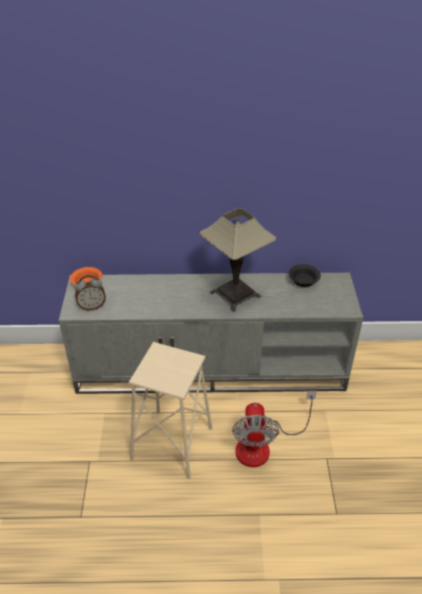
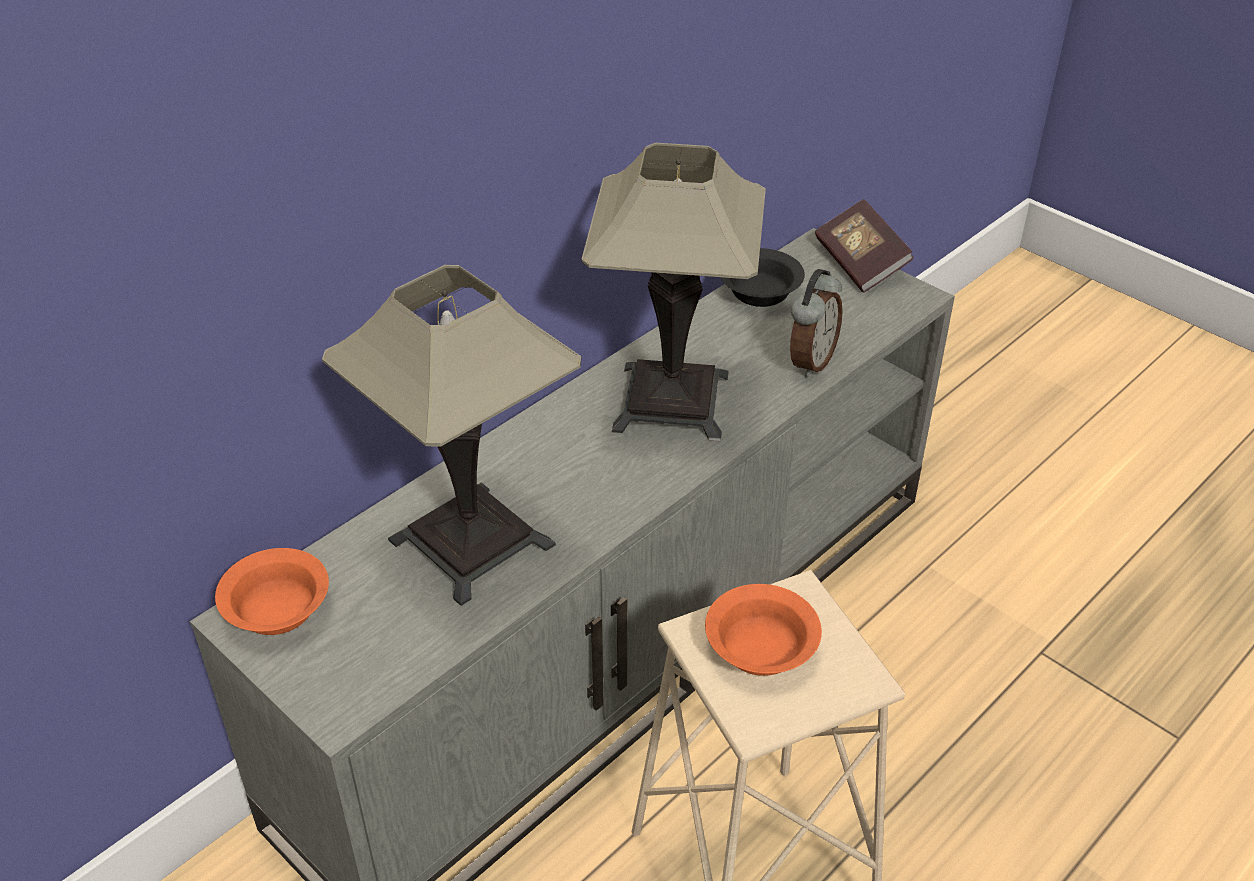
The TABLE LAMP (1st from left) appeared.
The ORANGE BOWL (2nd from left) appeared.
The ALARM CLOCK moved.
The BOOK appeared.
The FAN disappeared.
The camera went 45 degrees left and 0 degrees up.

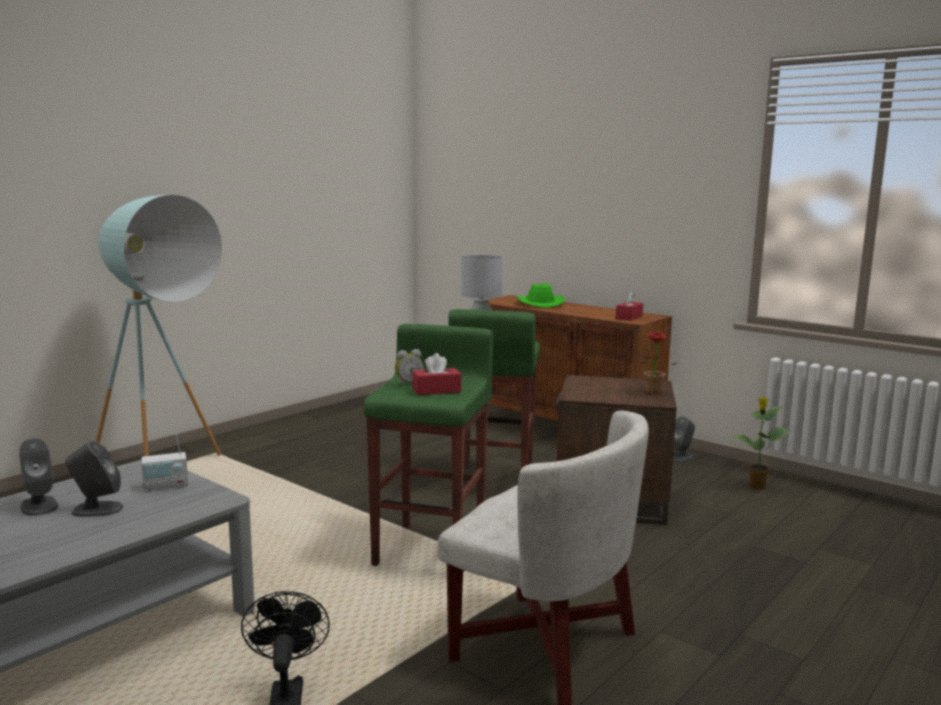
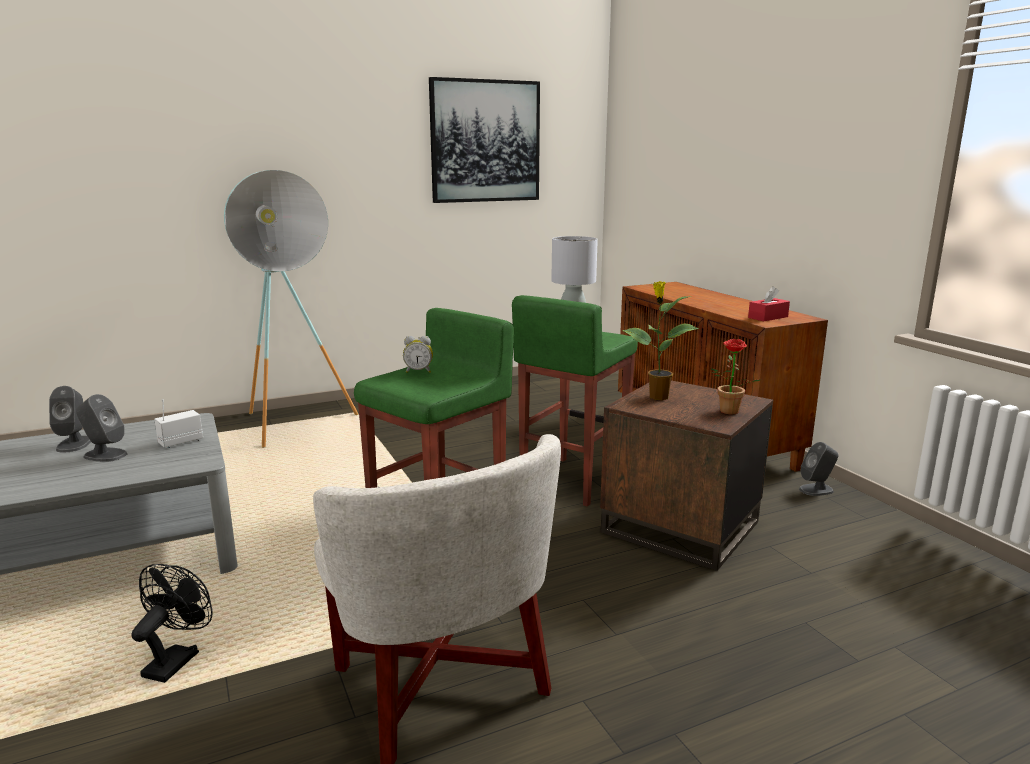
The RADIO turned 135 degrees clockwise.
The PICTURE appeared.
The POTTED PLANT (2nd from left in the first image) moved.
The RED TISSUE BOX (1st from left) disappeared.
The GREEN HAT disappeared.
The camera went 25 degrees right and 5 degrees up.

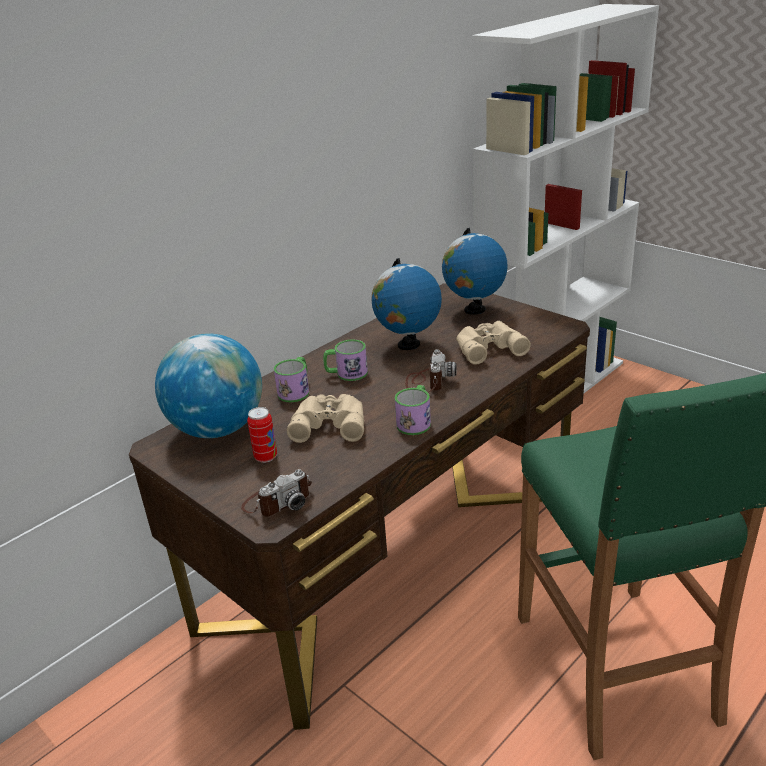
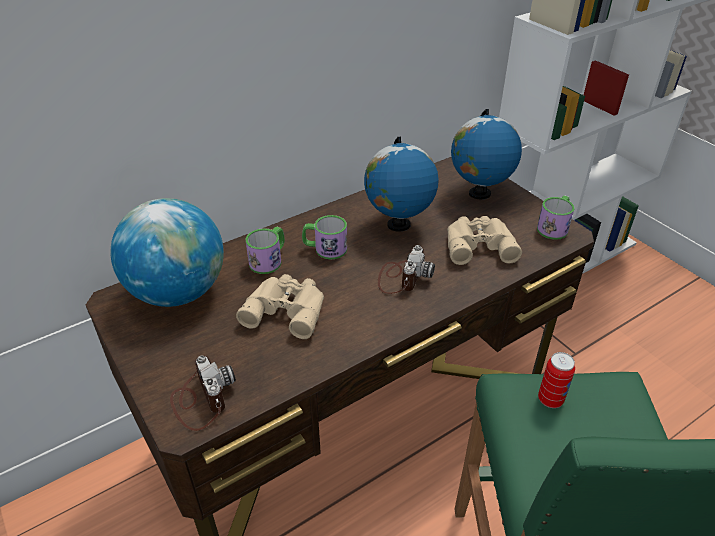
The PHOTO CAMERA (1st from left) turned 90 degrees counterclockwise.
The MUG (3rd from left) moved.
The CAN moved.
The camera went 10 degrees right and 10 degrees up.

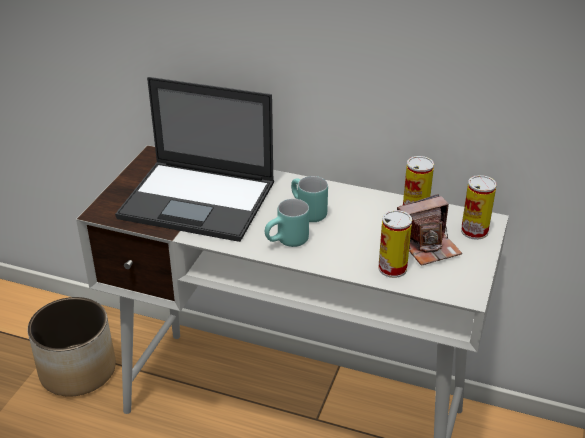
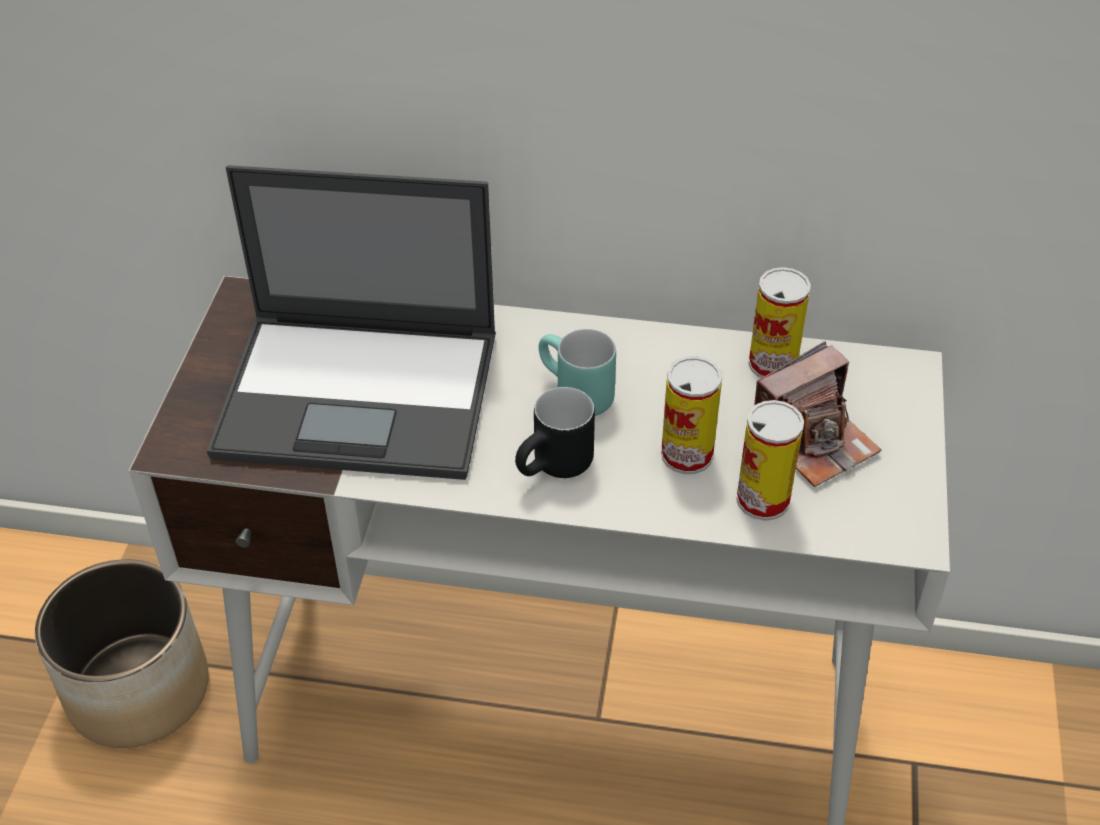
The TURQUOISE MUG (1st from left) became the BLACK MUG.
The CAN (3rd from left in the first image) moved.
The camera went 10 degrees left and 10 degrees up.

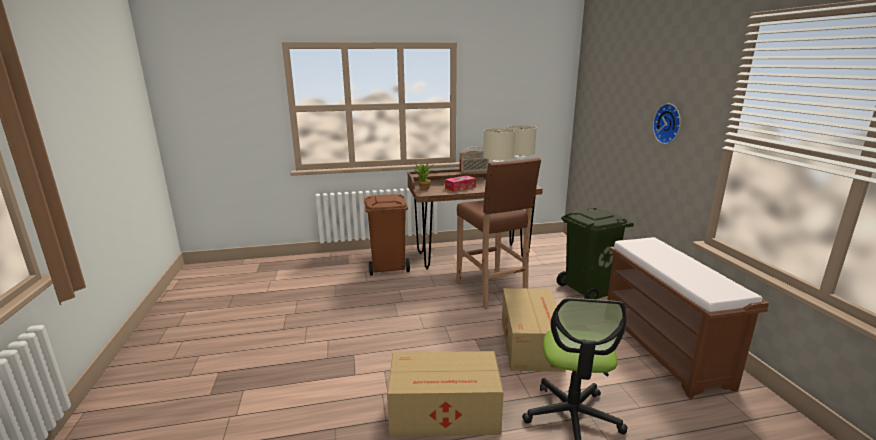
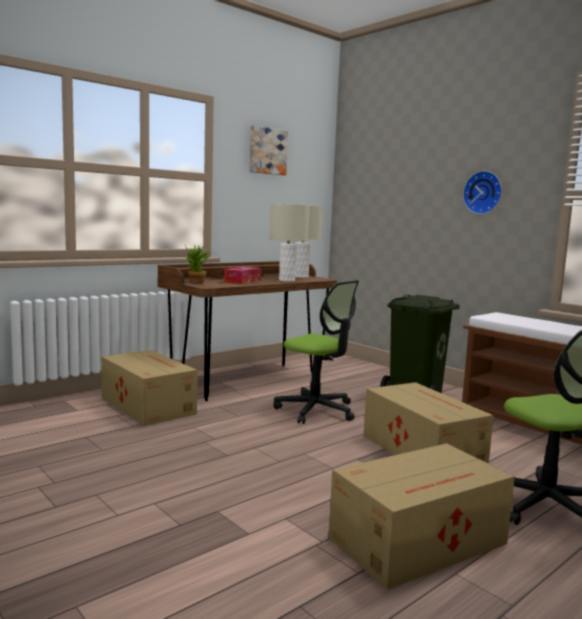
The BROWN TRASH CAN was replaced by the CARDBOARD BOX (1st from left).
The PICTURE appeared.
The BROWN STOOL was replaced by the OFFICE CHAIR (1st from left).
The RADIO disappeared.
The camera went 30 degrees left and 10 degrees down.

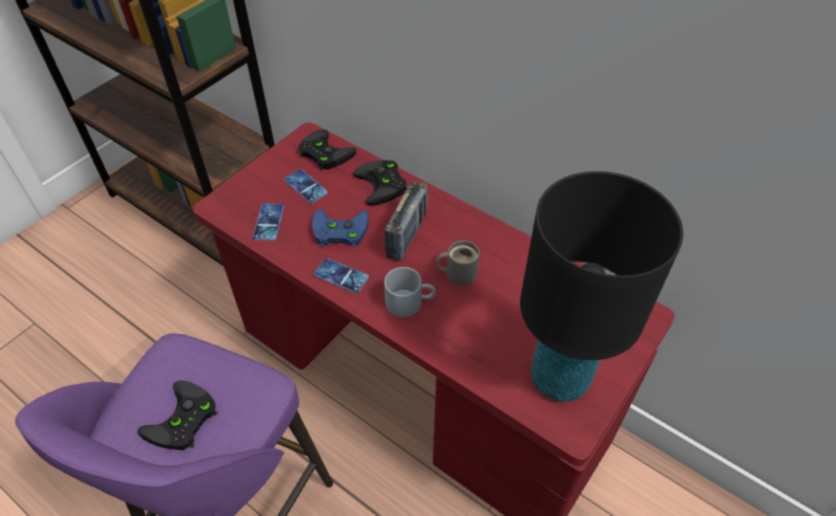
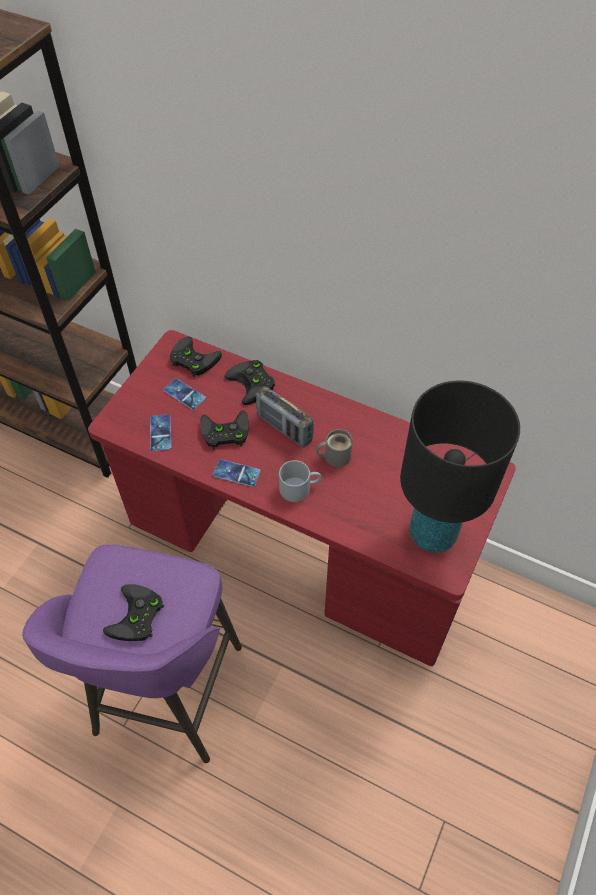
The BLUE GAME CONTROLLER became the BLACK GAME CONTROLLER (3rd from left).
The RADIO turned 120 degrees clockwise.
The camera went 10 degrees left and 5 degrees up.

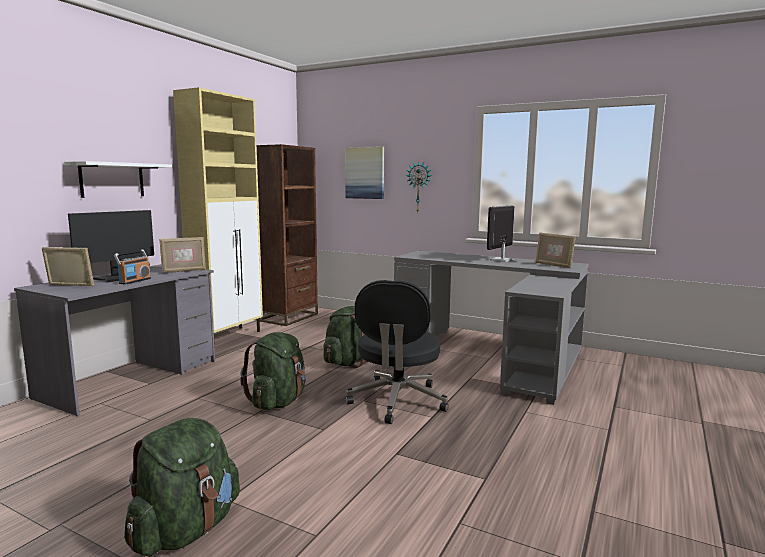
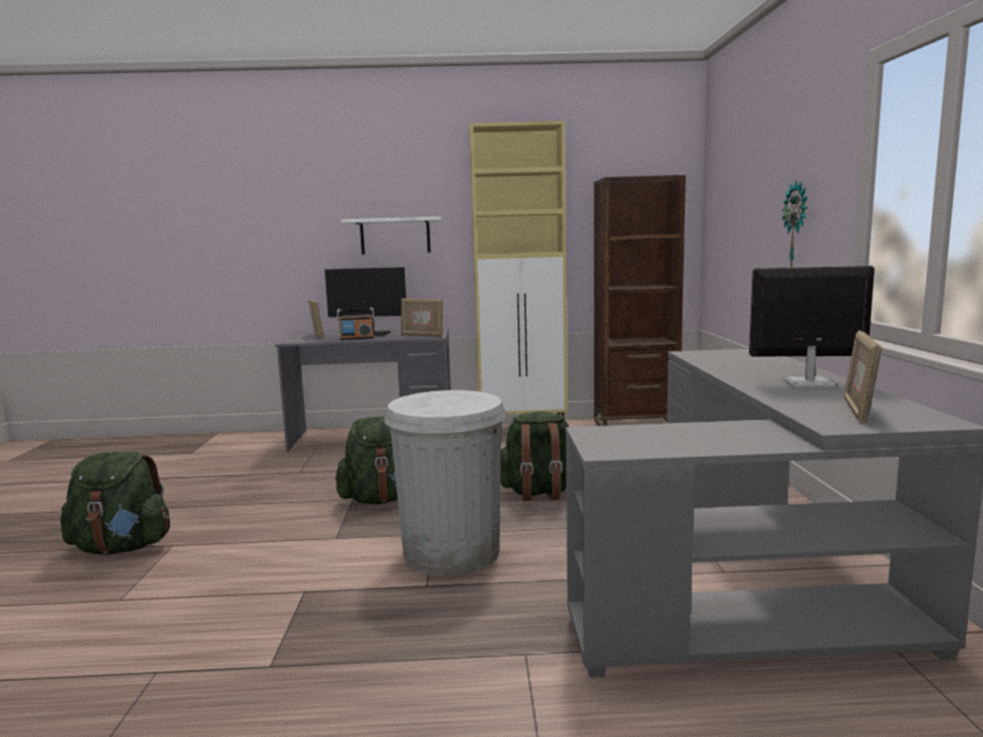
The BLACK OFFICE CHAIR was replaced by the WHITE TRASH CAN.
The PICTURE disappeared.
The camera went 60 degrees right and 0 degrees up.

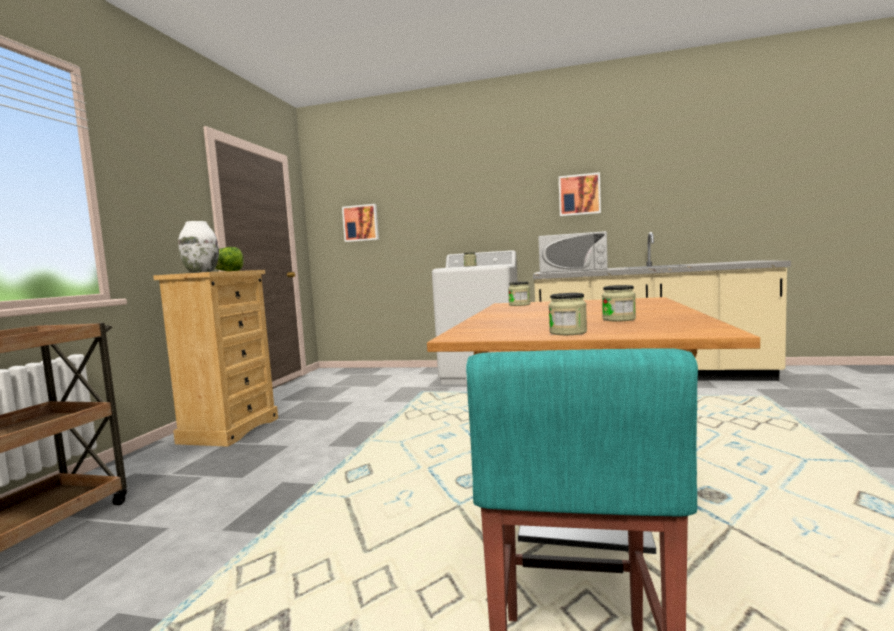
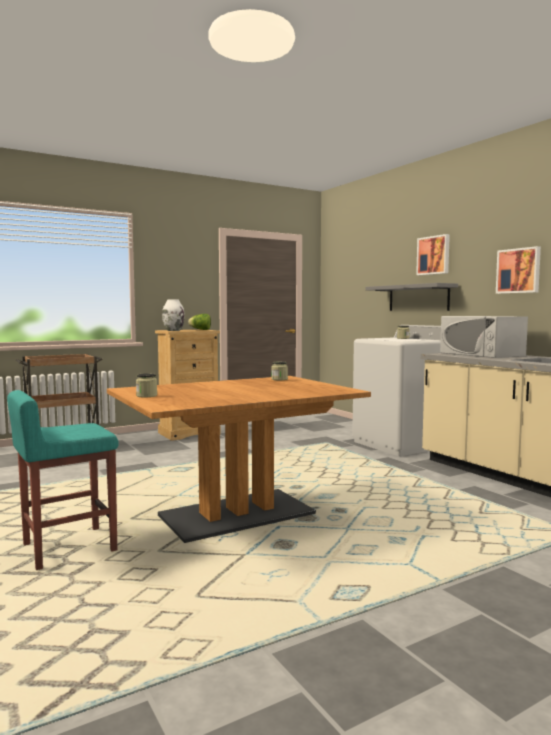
The GREY SHELF appeared.
The PICTURE (1st from left) moved.
The JAR (4th from left) disappeared.
The camera went 45 degrees right and 0 degrees up.

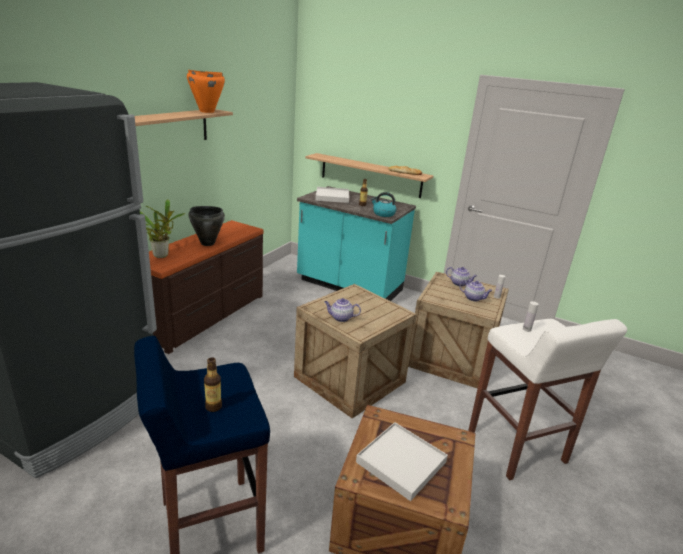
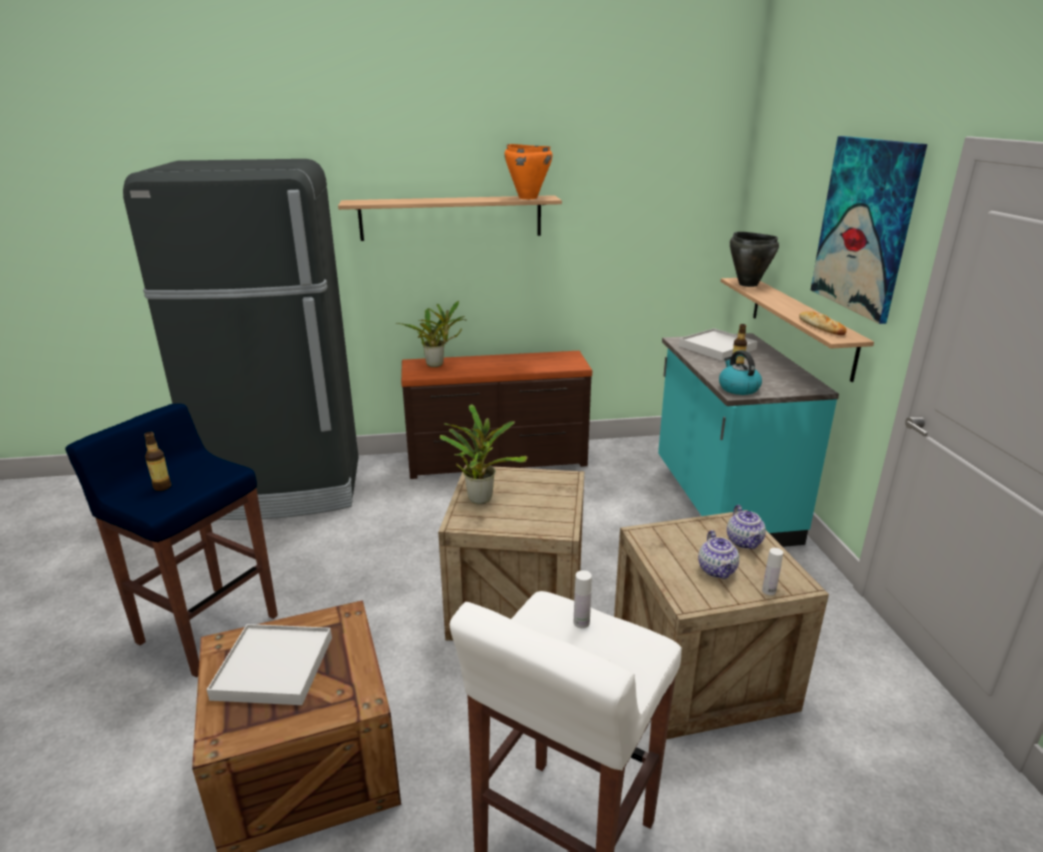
The TEAPOT (1st from left) was replaced by the POTTED PLANT (2nd from left).
The BLACK COOKING POT moved.
The PICTURE appeared.
The camera went 55 degrees right and 0 degrees up.

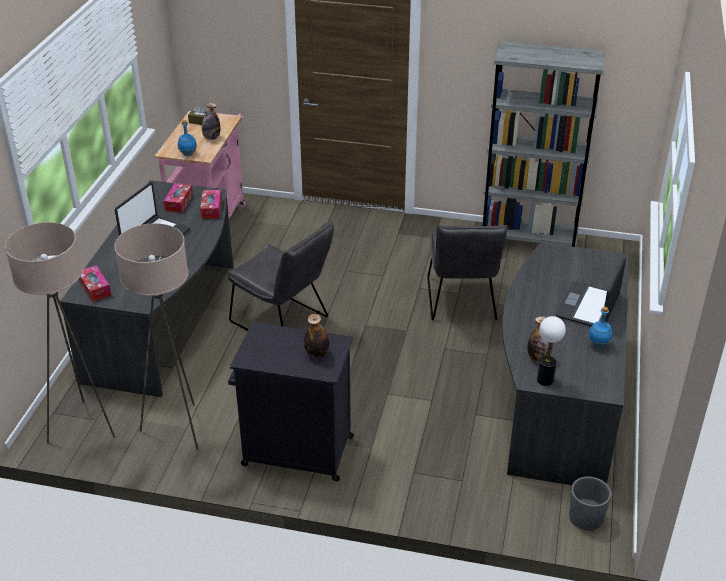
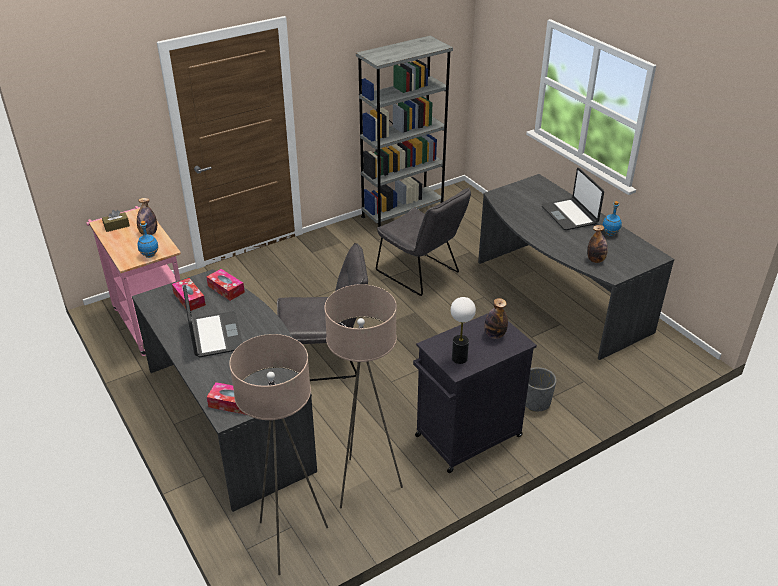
The TABLE LAMP moved.
The GREY PLANTER moved.
The camera went 45 degrees left and 0 degrees up.

